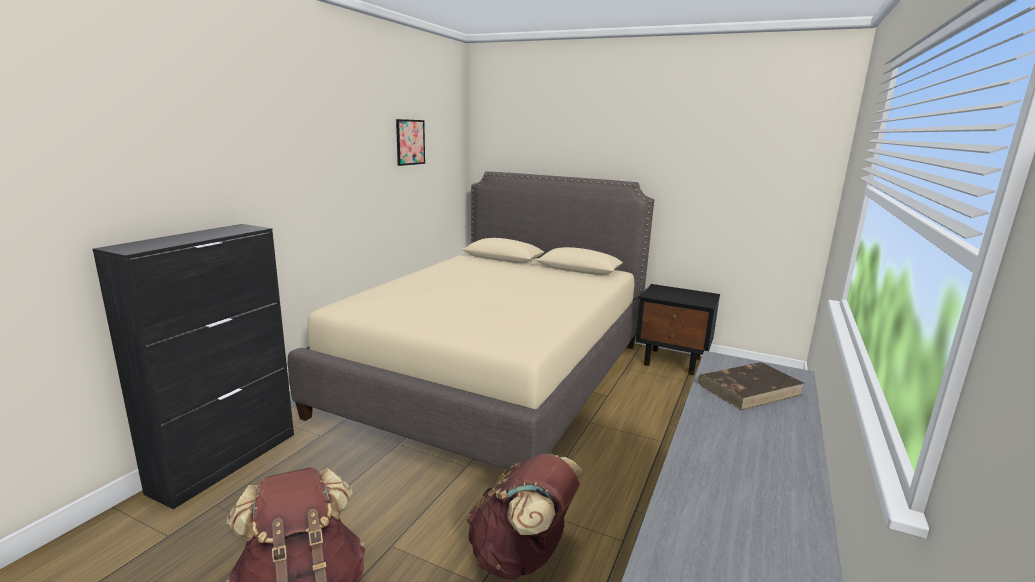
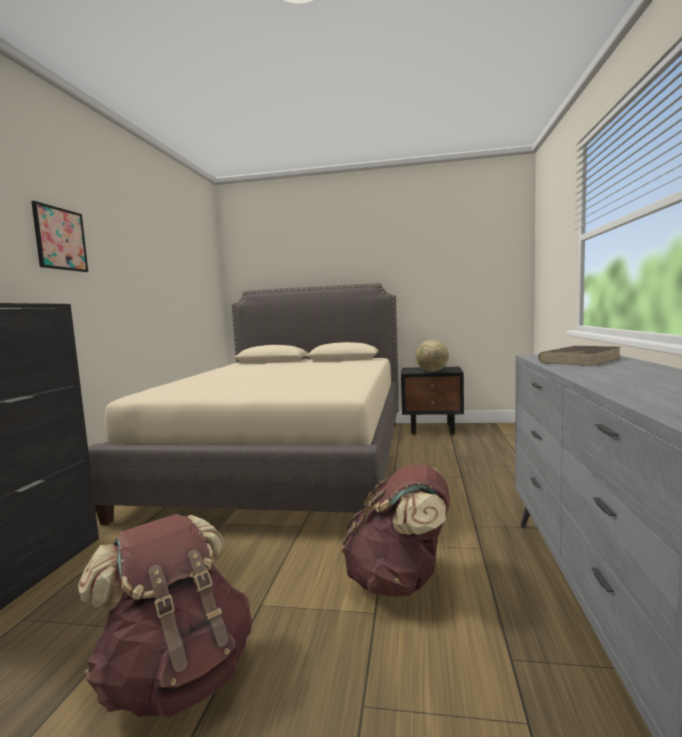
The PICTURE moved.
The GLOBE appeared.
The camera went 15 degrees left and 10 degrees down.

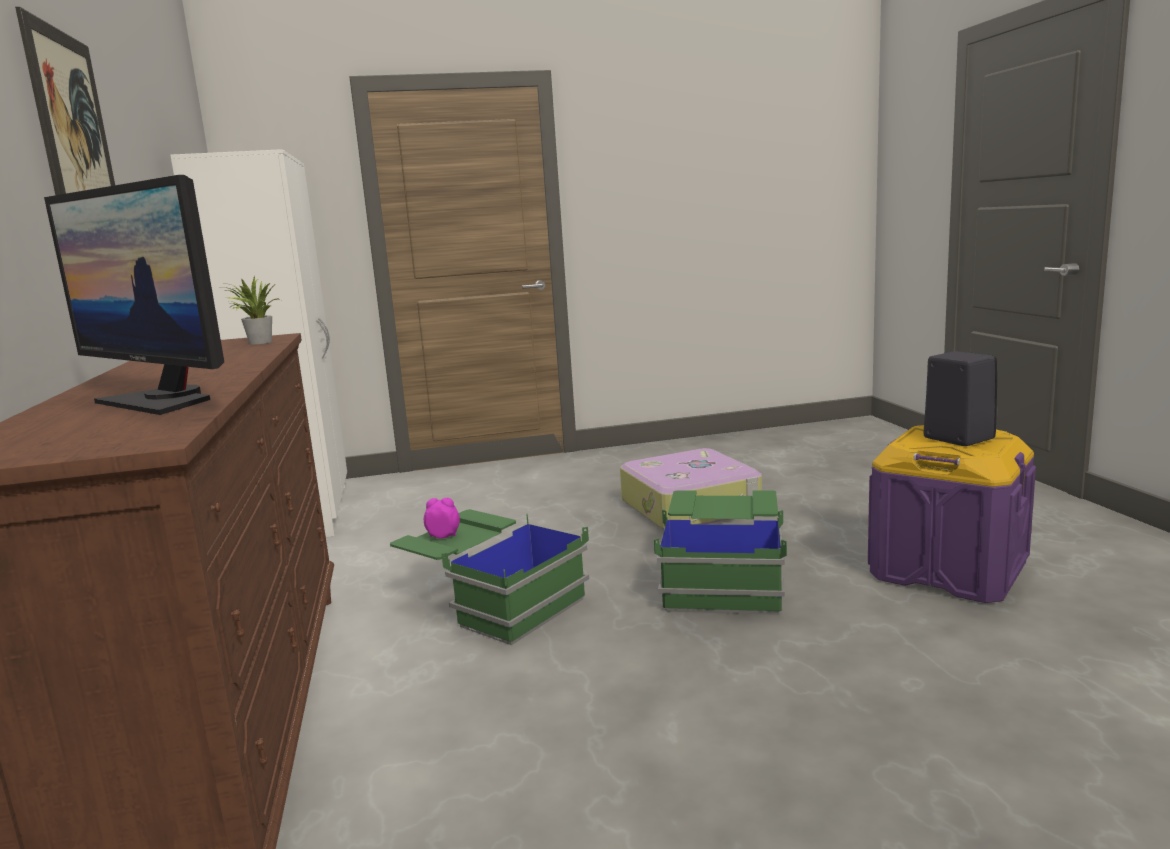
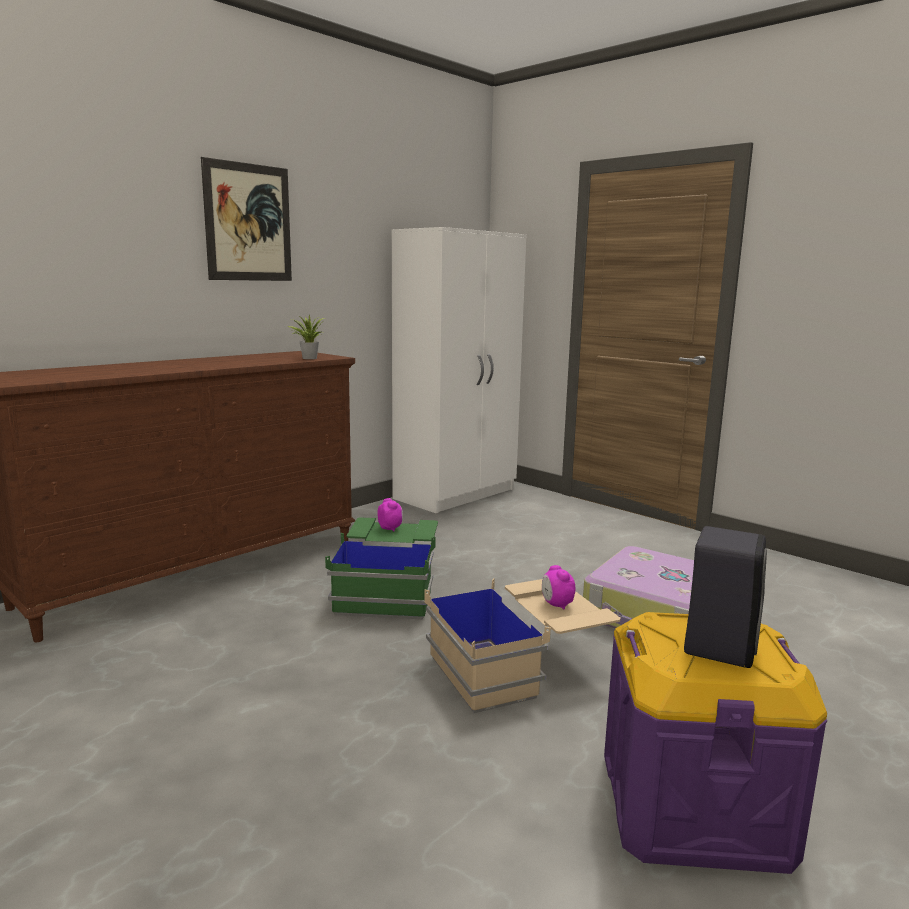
The GREEN STORAGE BOX (2nd from left) became the BEIGE STORAGE BOX.
The ALARM CLOCK (2nd from left) appeared.
The MONITOR disappeared.
The camera went 55 degrees right and 0 degrees up.

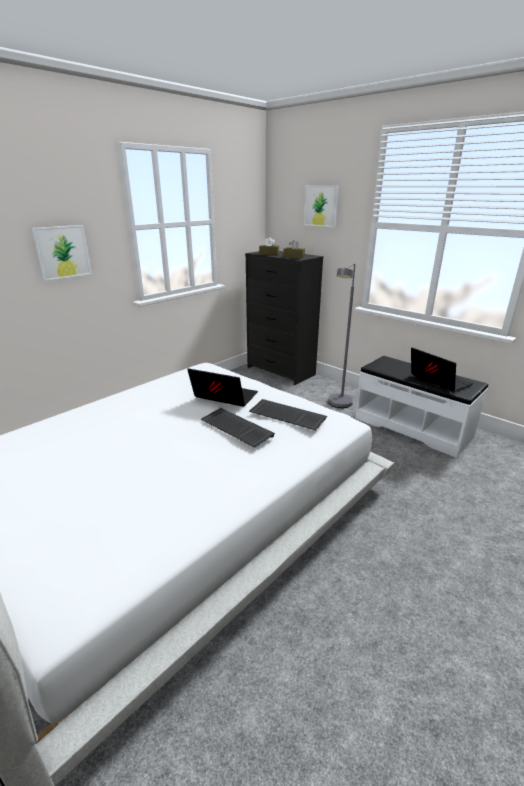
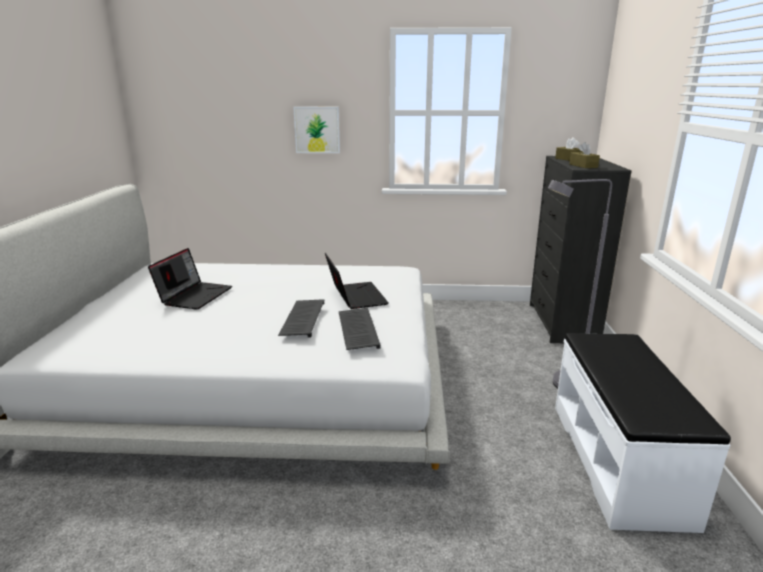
The LAPTOP (2nd from left in the first image) moved.
The PICTURE (2nd from left) disappeared.
The camera went 50 degrees right and 5 degrees down.

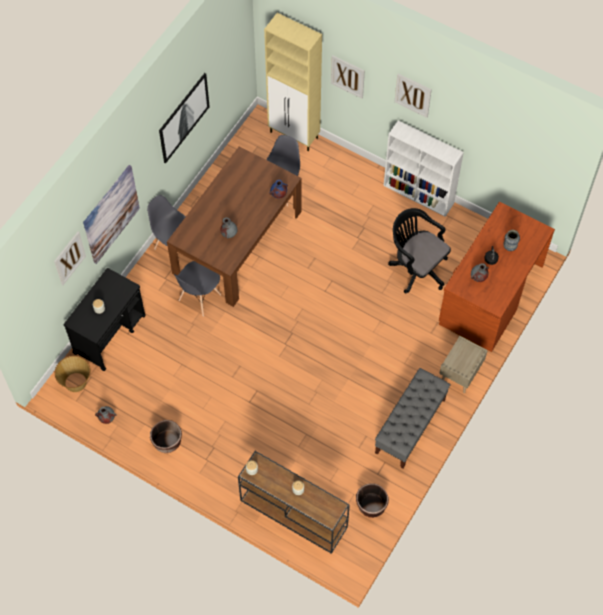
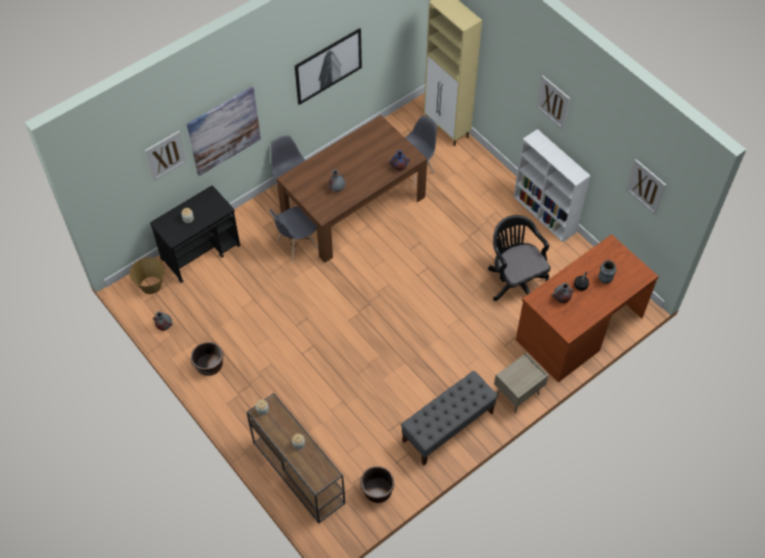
The PICTURE (4th from left in the first image) moved.
The camera went 20 degrees right and 5 degrees down.

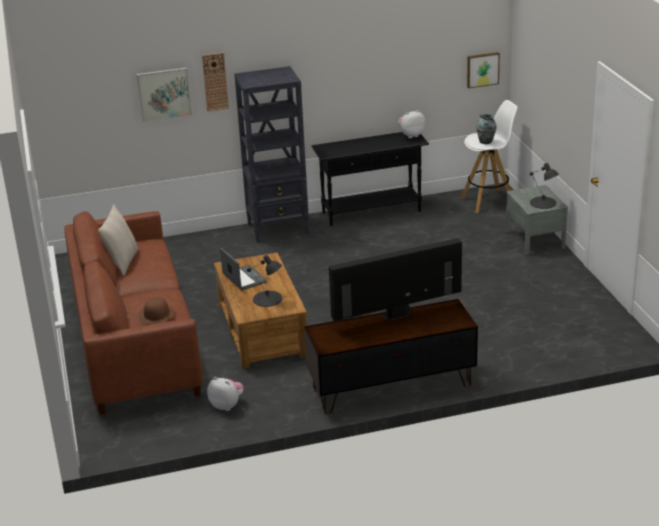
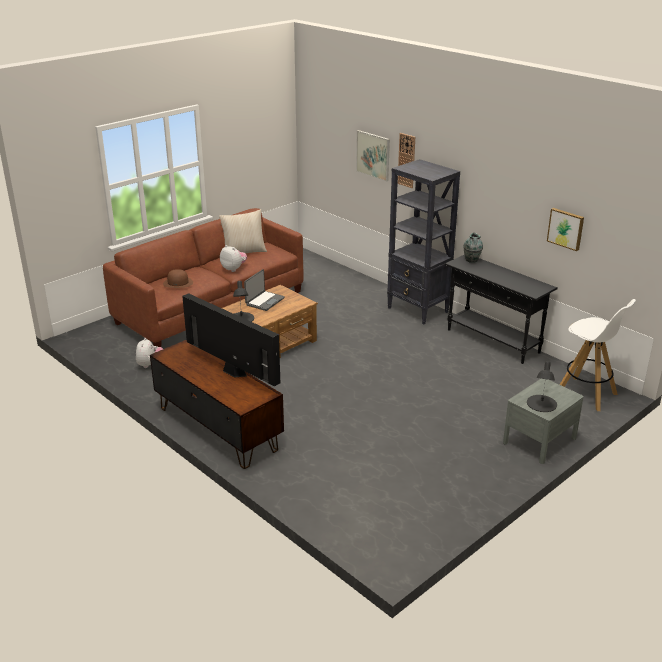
The PLUSH TOY (2nd from left) moved.
The VASE moved.
The PICTURE (2nd from left) moved.
The camera went 60 degrees right and 0 degrees up.

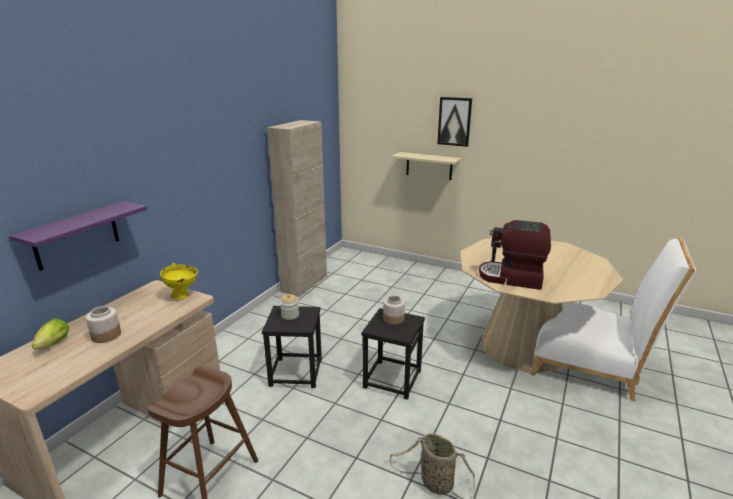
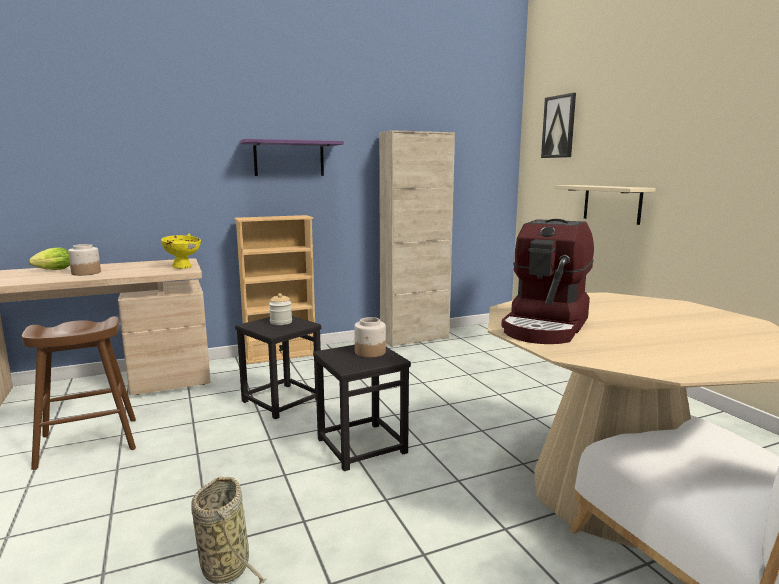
The BEIGE BOOKCASE appeared.
The PURPLE SHELF moved.
The COFFEE MACHINE turned 120 degrees counterclockwise.
The PICTURE moved.
The camera went 40 degrees right and 10 degrees down.

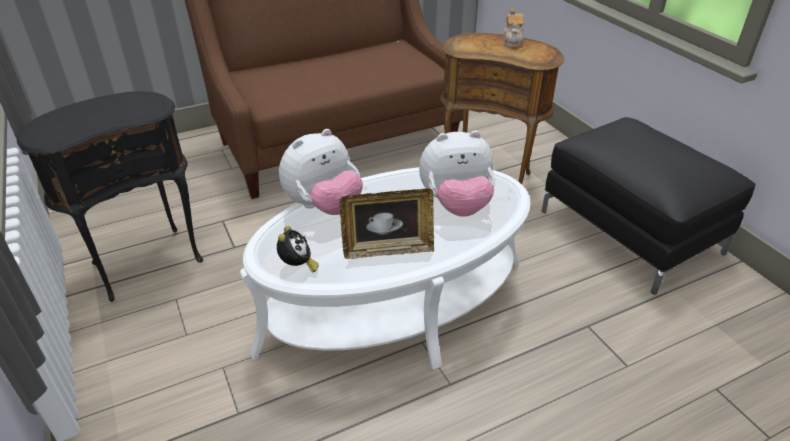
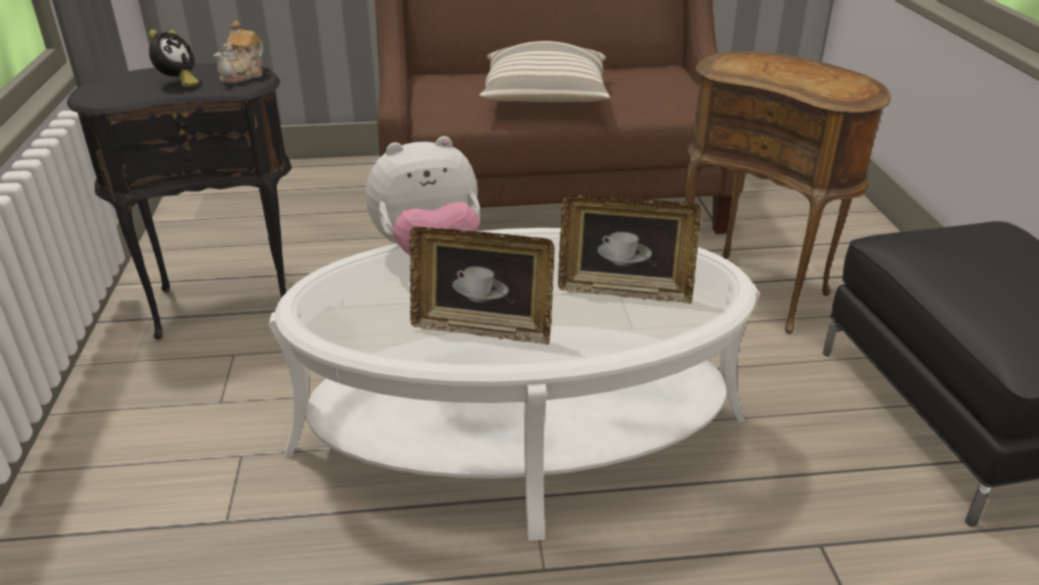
The ALARM CLOCK moved.
The TEAPOT moved.
The PILLOW appeared.
The PLUSH TOY (2nd from left) was replaced by the PICTURE FRAME (2nd from left).
The camera went 20 degrees right and 5 degrees down.

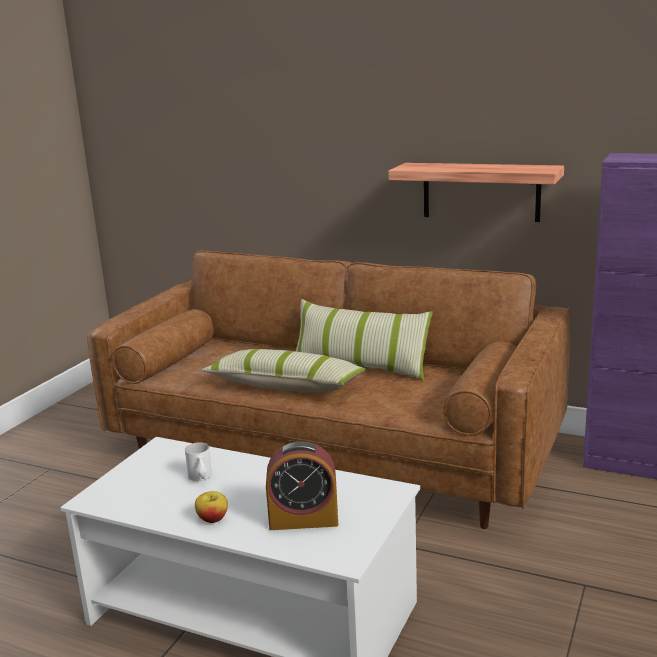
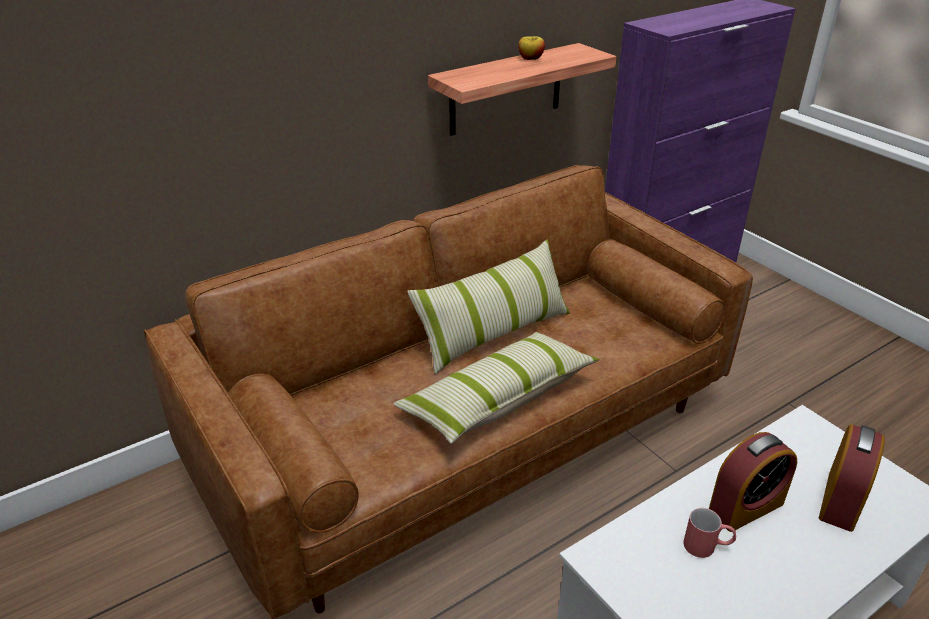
The APPLE moved.
The WHITE MUG became the RED MUG.
The ALARM CLOCK (1st from left) appeared.
The camera went 60 degrees left and 15 degrees up.

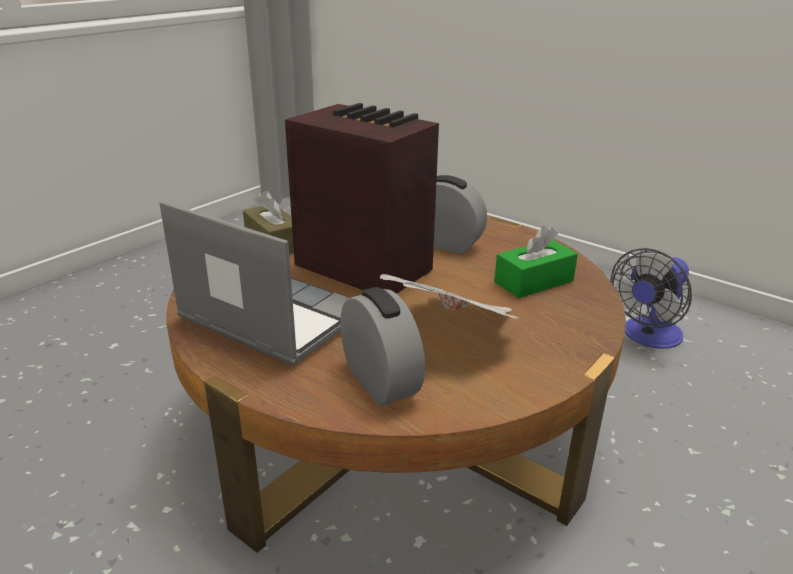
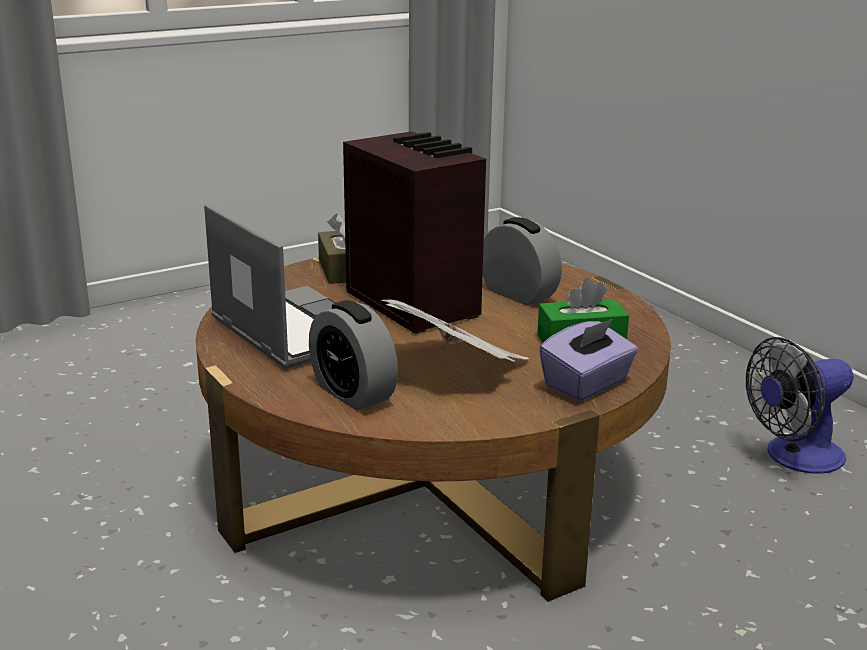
The ALARM CLOCK (1st from left) turned 150 degrees clockwise.
The PURPLE TISSUE BOX appeared.
The camera went 20 degrees right and 5 degrees down.

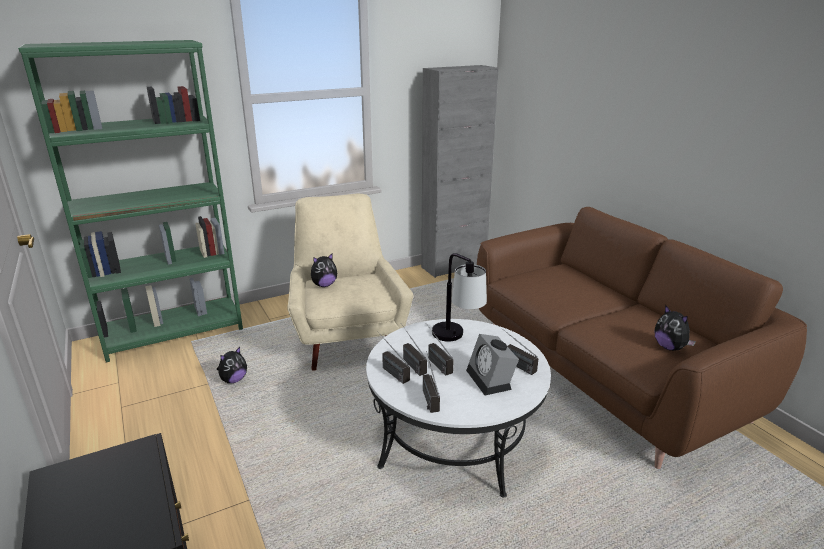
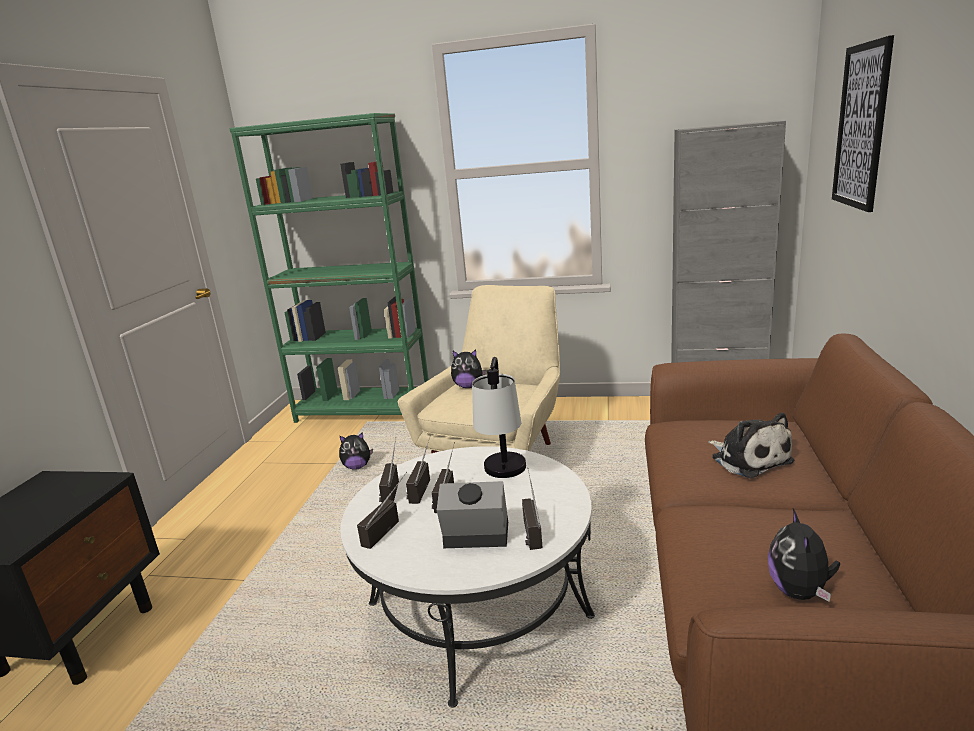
The ALARM CLOCK turned 75 degrees clockwise.
The PLUSH TOY (3rd from left) appeared.
The PICTURE appeared.
The camera went 40 degrees right and 5 degrees down.

